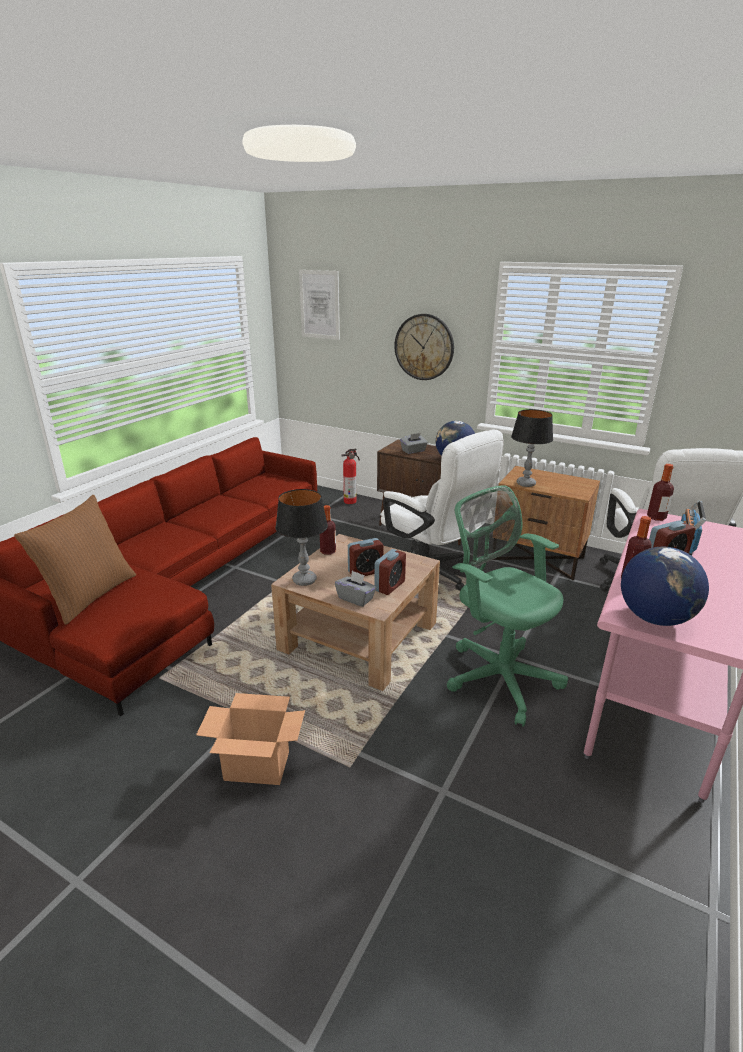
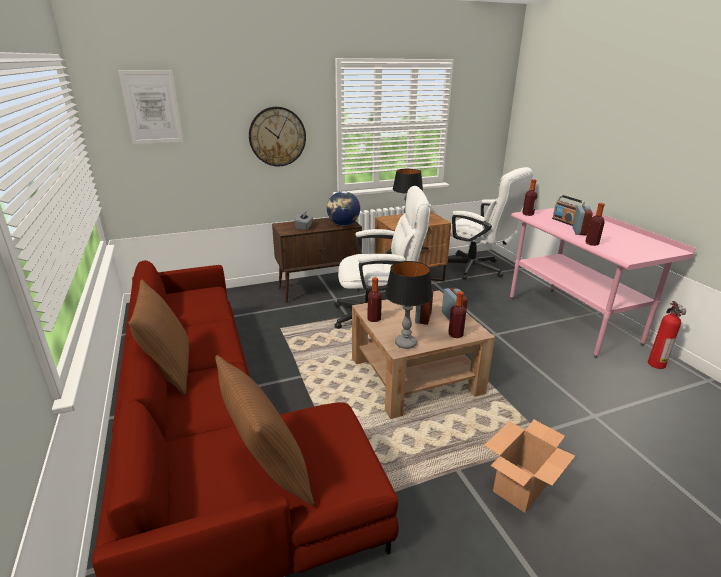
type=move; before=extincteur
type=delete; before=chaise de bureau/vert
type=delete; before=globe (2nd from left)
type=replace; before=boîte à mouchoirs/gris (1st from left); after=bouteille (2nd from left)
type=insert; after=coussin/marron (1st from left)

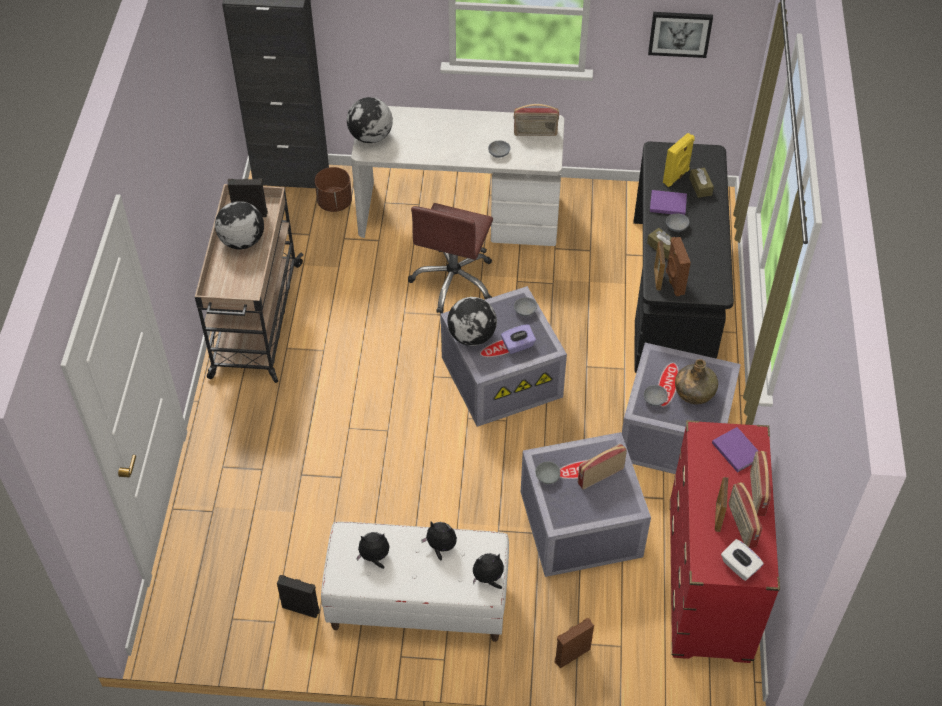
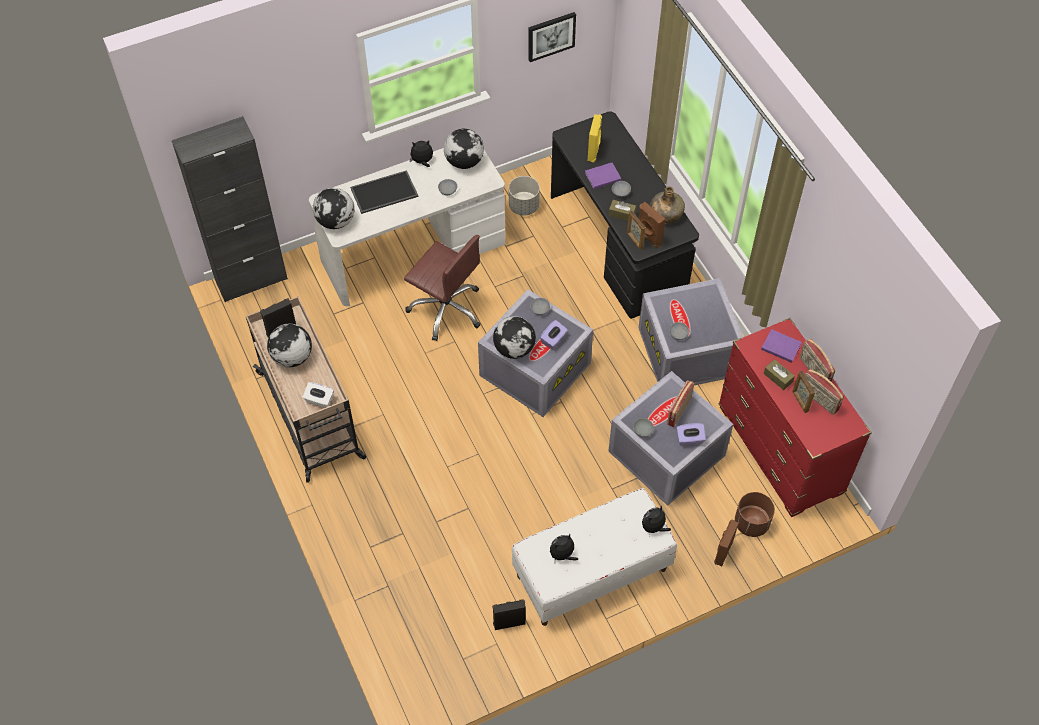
type=replace; before=radio (1st from left); after=globe (3rd from left)
type=move; before=cache-pot/marron
type=move; before=boîte à mouchoirs/marron (2nd from left)
type=rotate; before=chaise de bureau/marron; turn=-45
type=move; before=bouteille/vert
type=move; before=peluche (2nd from left in the first image); after=peluche (1st from left)
type=move; before=boîte à mouchoirs/blanc
type=insert; after=plateau
type=insert; after=cache-pot/gris
type=insert; after=boîte à mouchoirs/violet (2nd from left)

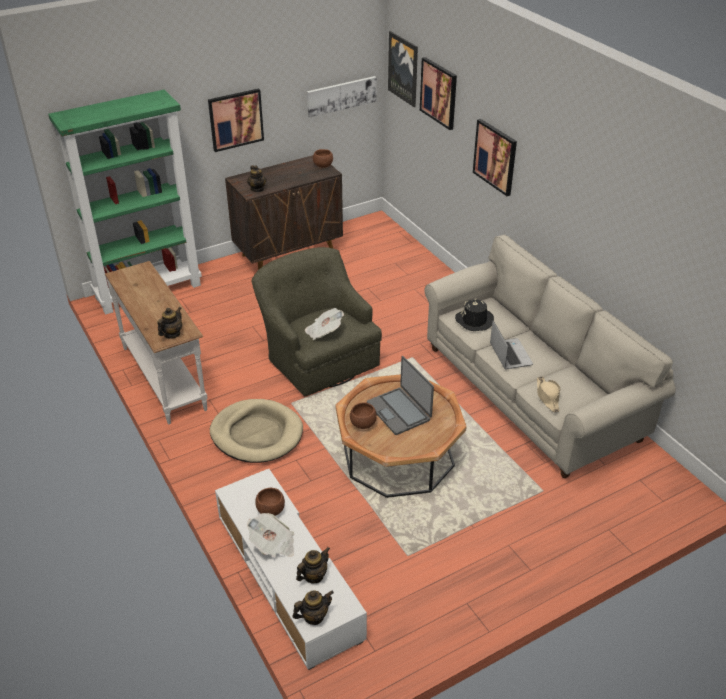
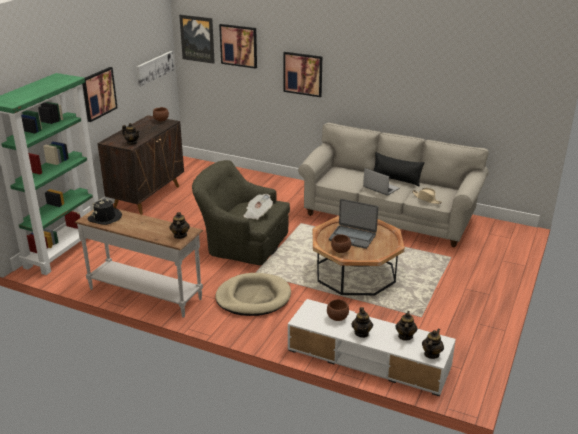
type=move; before=chapeau/noir
type=replace; before=journal (1st from left); after=théière (3rd from left)
type=insert; after=coussin/noir

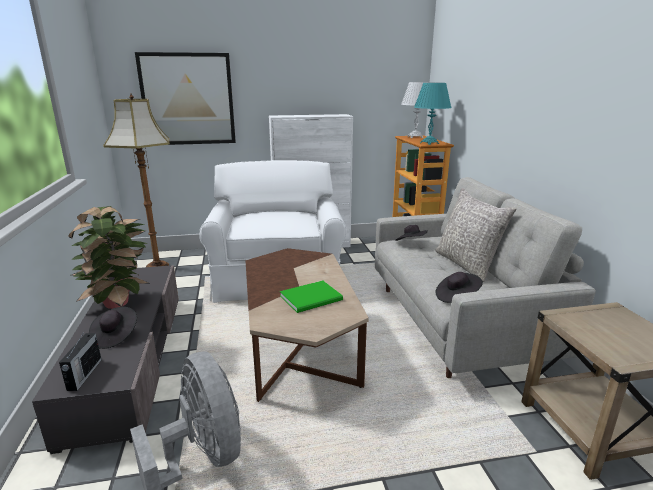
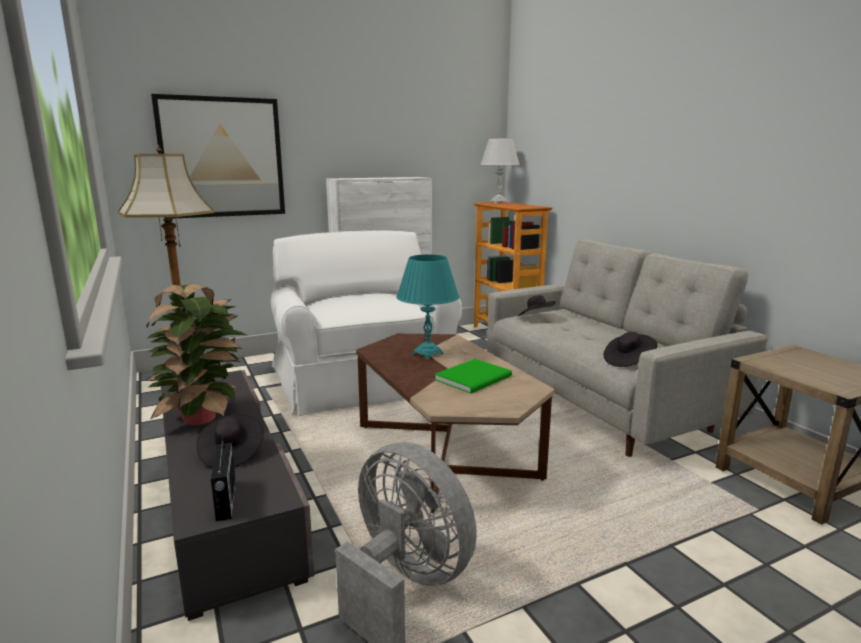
type=move; before=lampe de table/turquoise
type=delete; before=coussin/gris

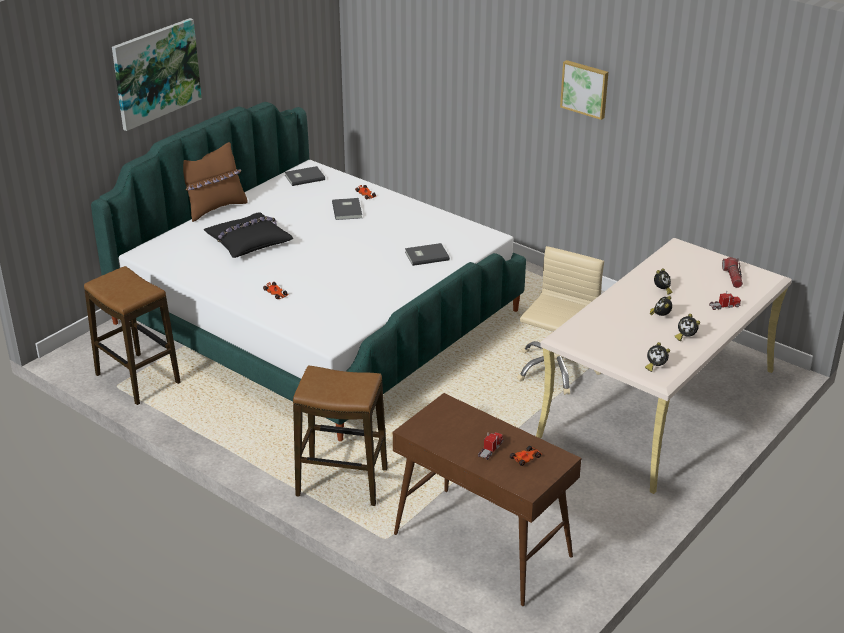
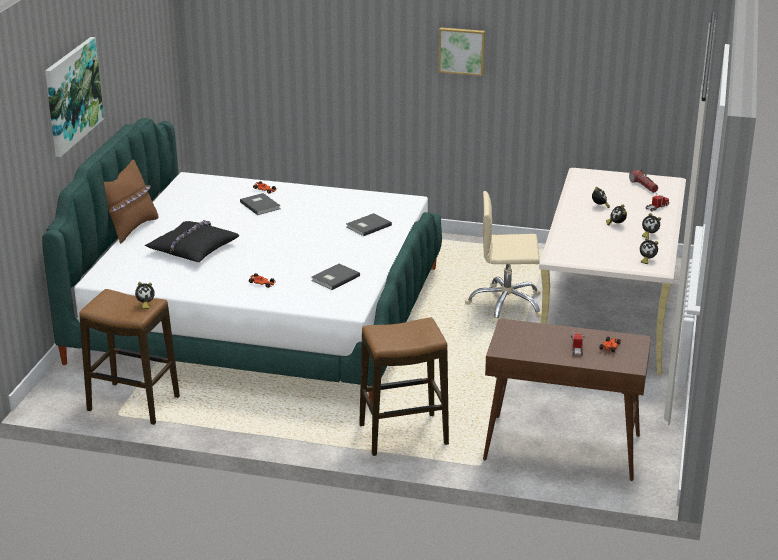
type=move; before=livre/gris (1st from left in the first image); after=livre/gris (2nd from left)
type=rotate; before=chaise de bureau/beige; turn=-90
type=insert; after=réveil (1st from left)

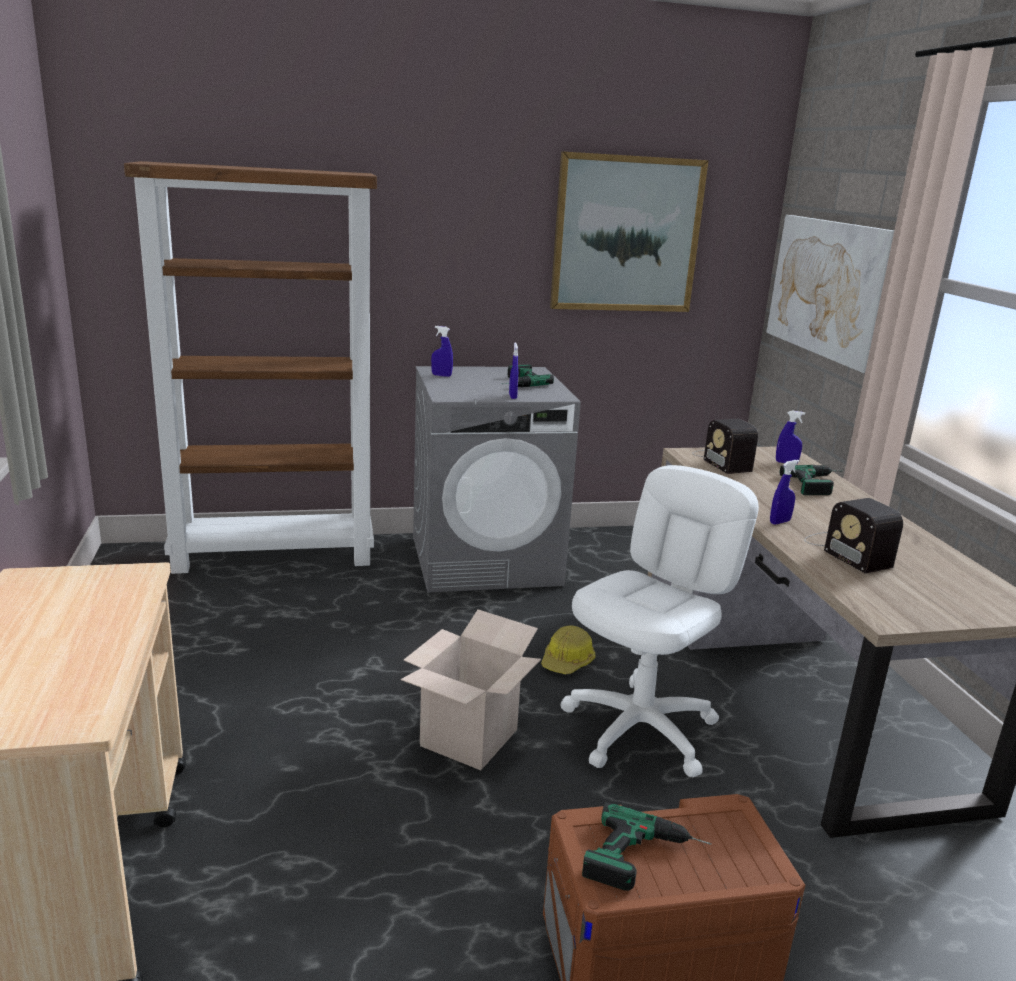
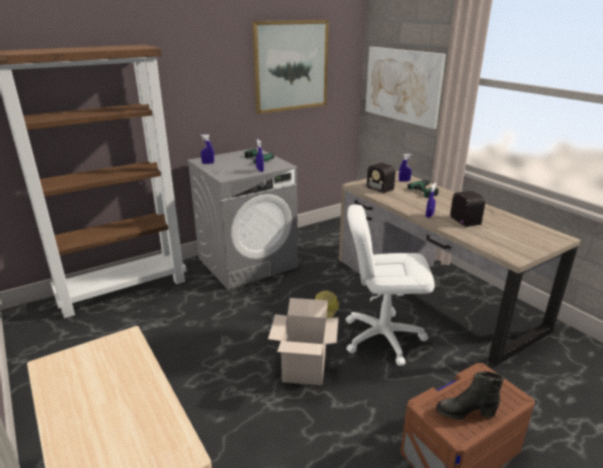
type=rotate; before=chaise de bureau/blanc; turn=-105
type=rotate; before=radio (2nd from left); turn=-150
type=replace; before=perceuse (2nd from left); after=botte/noir

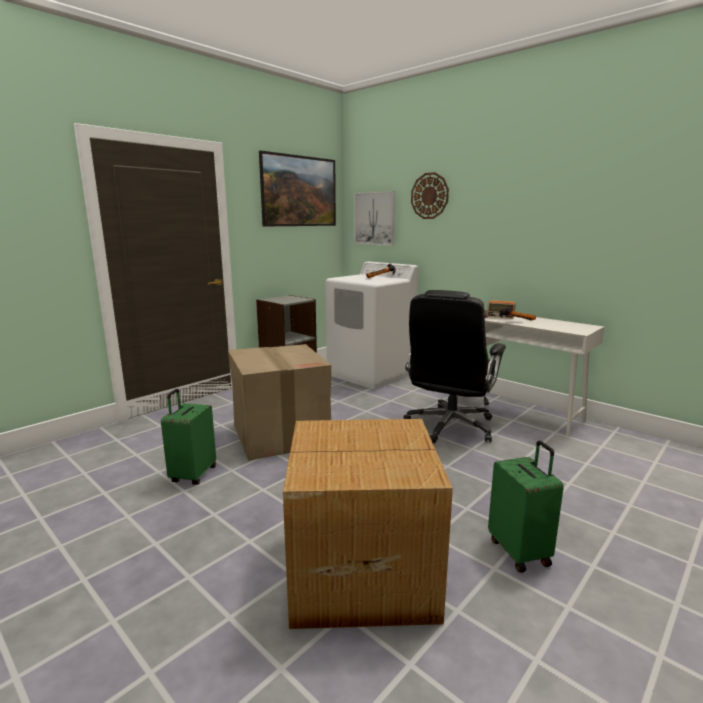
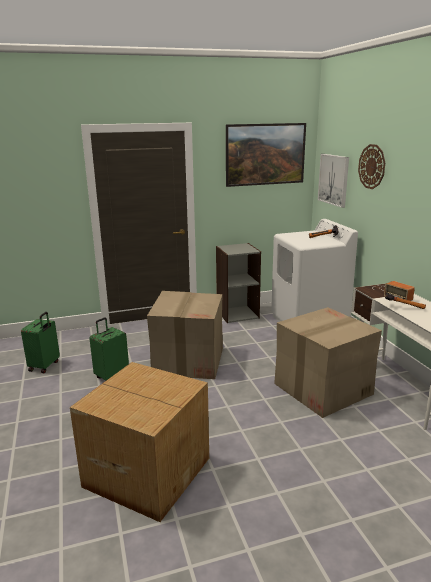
type=replace; before=chaise de bureau/noir; after=carton (3rd from left)
type=move; before=valise/vert (2nd from left in the first image); after=valise/vert (1st from left)

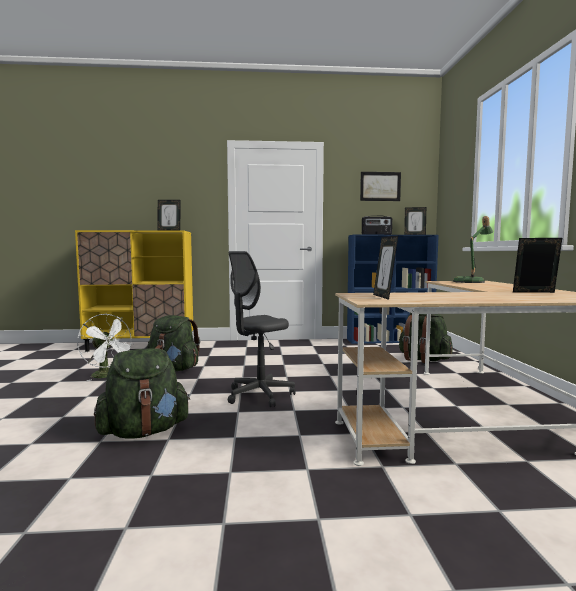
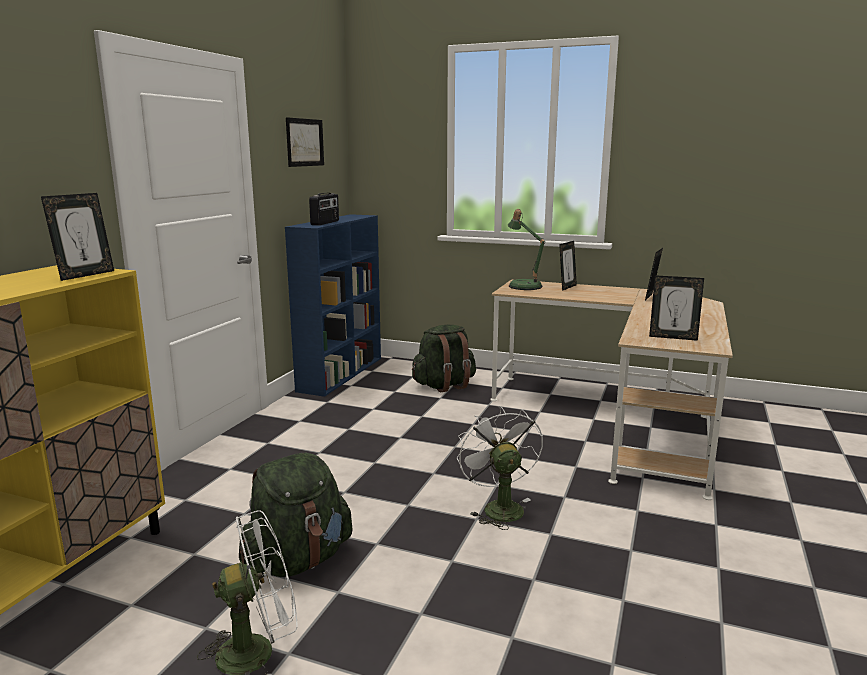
type=move; before=cadre photo (3rd from left in the first image); after=cadre photo (2nd from left)
type=replace; before=chaise de bureau/gris; after=ventilateur/blanc (2nd from left)
type=delete; before=sac à dos/vert (1st from left)

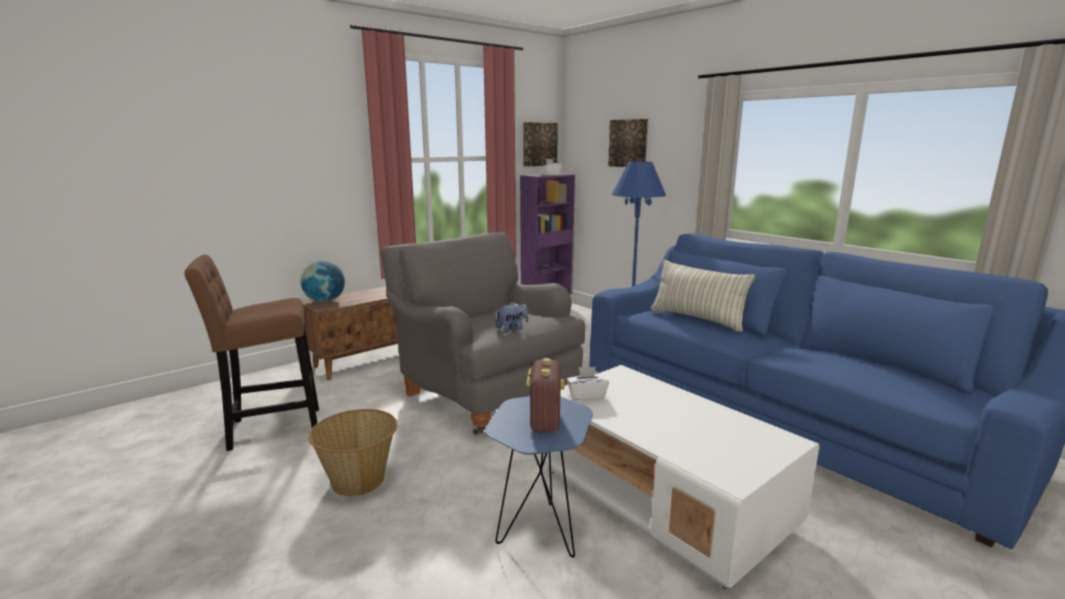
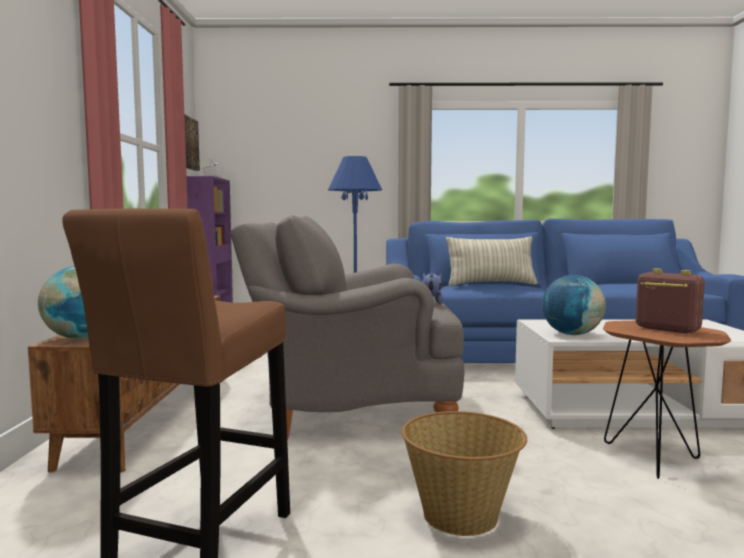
type=delete; before=tableau (2nd from left)
type=replace; before=boîte à mouchoirs/blanc (2nd from left); after=globe (2nd from left)
type=recolor; before=table d'appoint/bleu; after=table d'appoint/marron

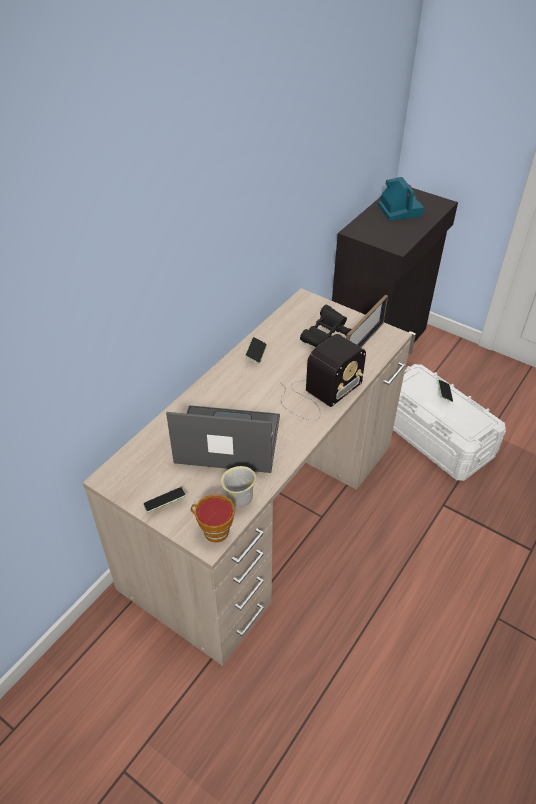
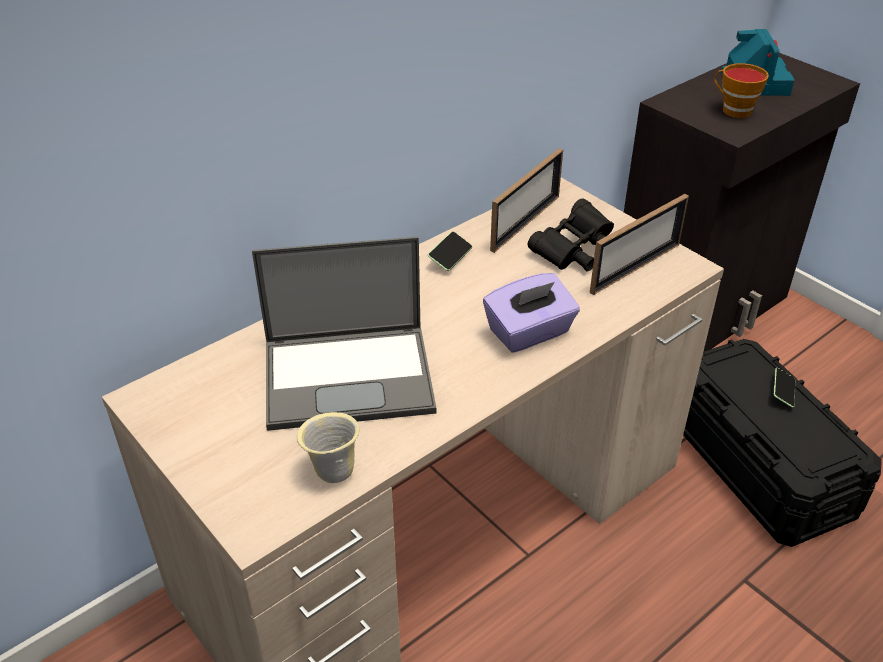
type=replace; before=radio; after=boîte à mouchoirs/violet
type=recolor; before=boîte de rangement/blanc; after=boîte de rangement/noir
type=rotate; before=ordinateur portable; turn=150
type=delete; before=téléphone (1st from left)
type=move; before=tasse
type=insert; after=cadre photo (1st from left)

